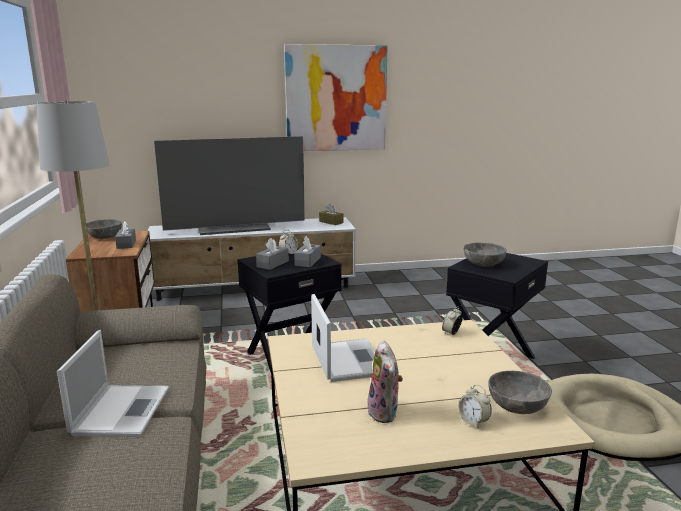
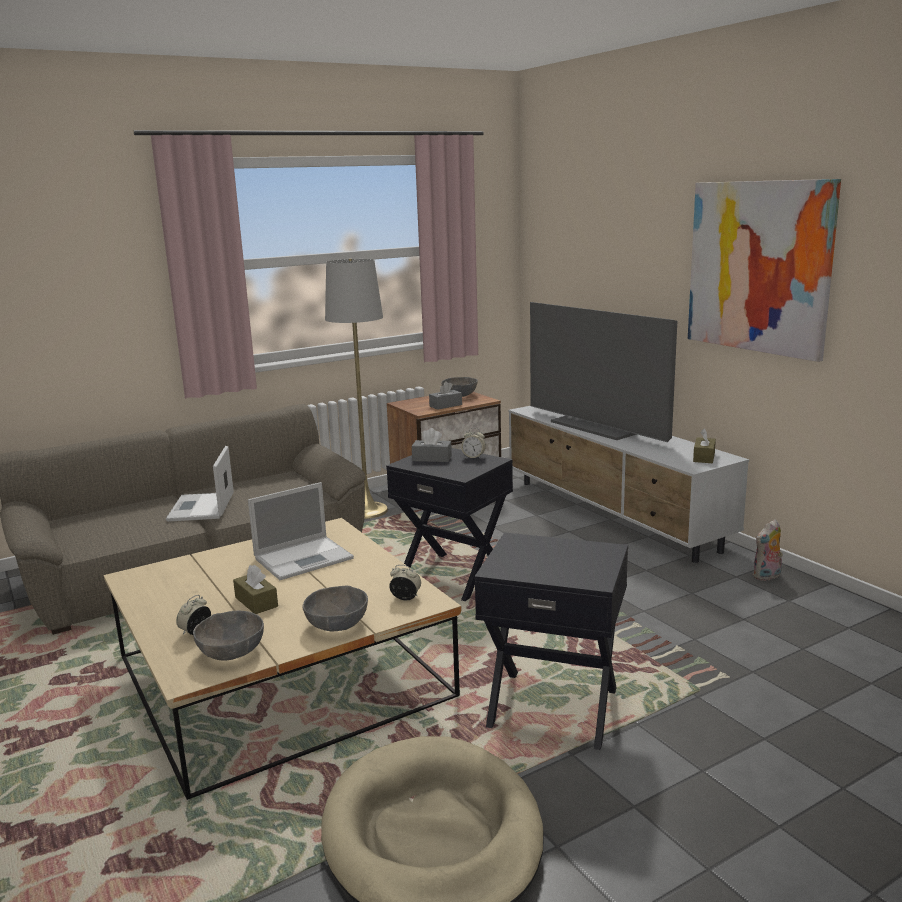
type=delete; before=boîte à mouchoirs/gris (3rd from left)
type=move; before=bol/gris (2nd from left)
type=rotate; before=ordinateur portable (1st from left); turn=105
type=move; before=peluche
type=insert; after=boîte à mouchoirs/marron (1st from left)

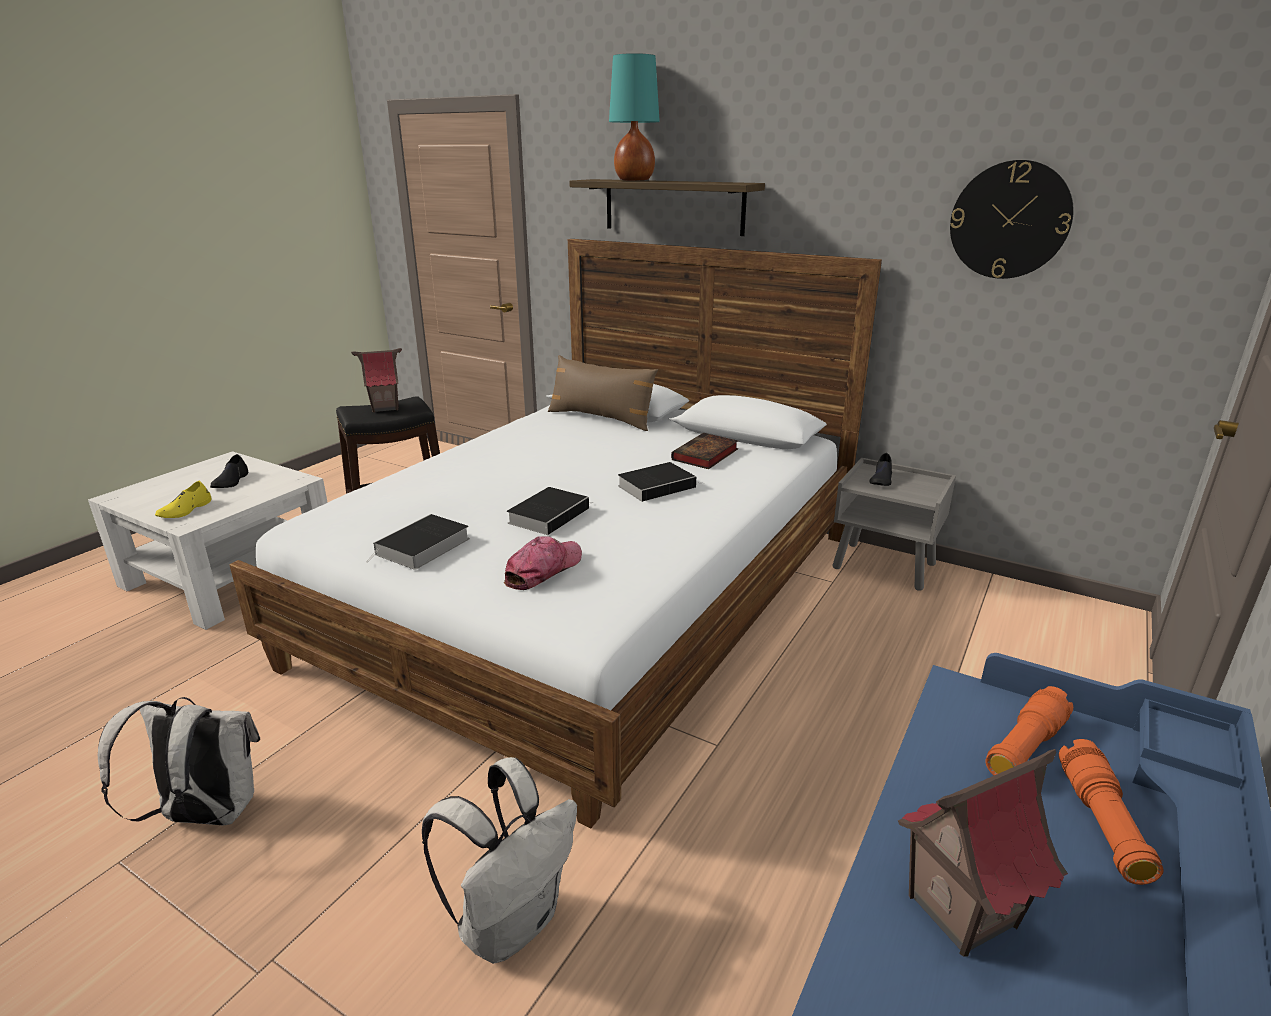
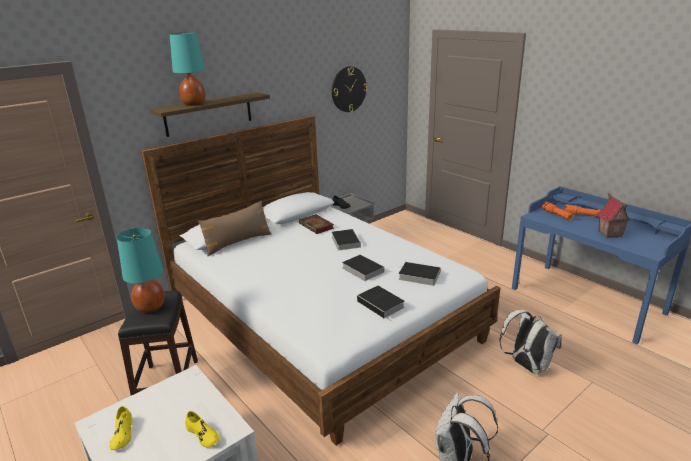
type=replace; before=maison miniature (1st from left); after=lampe de table/turquoise (1st from left)
type=delete; before=chaussure/noir (1st from left)
type=replace; before=casquette; after=livre (5th from left)
type=insert; after=chaussure/jaune (1st from left)

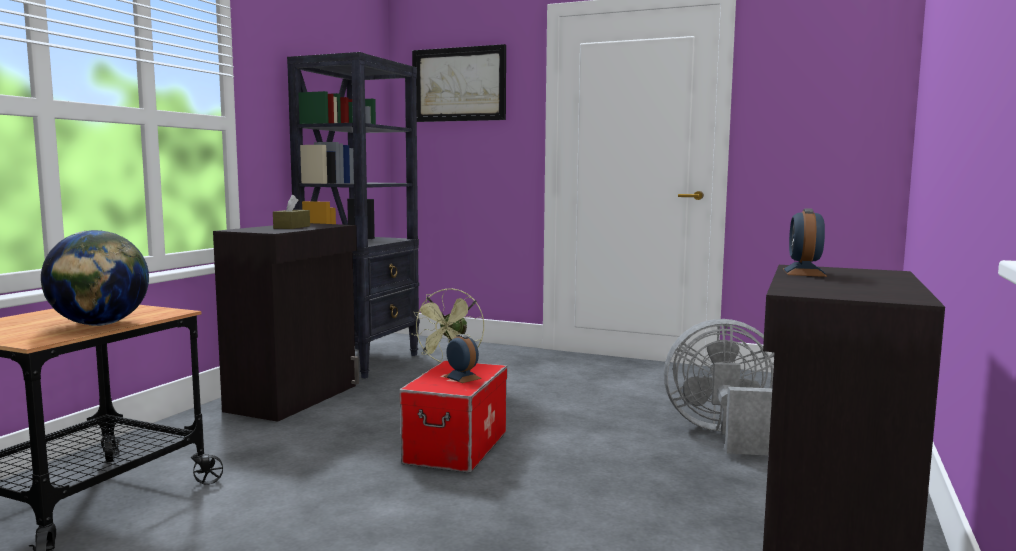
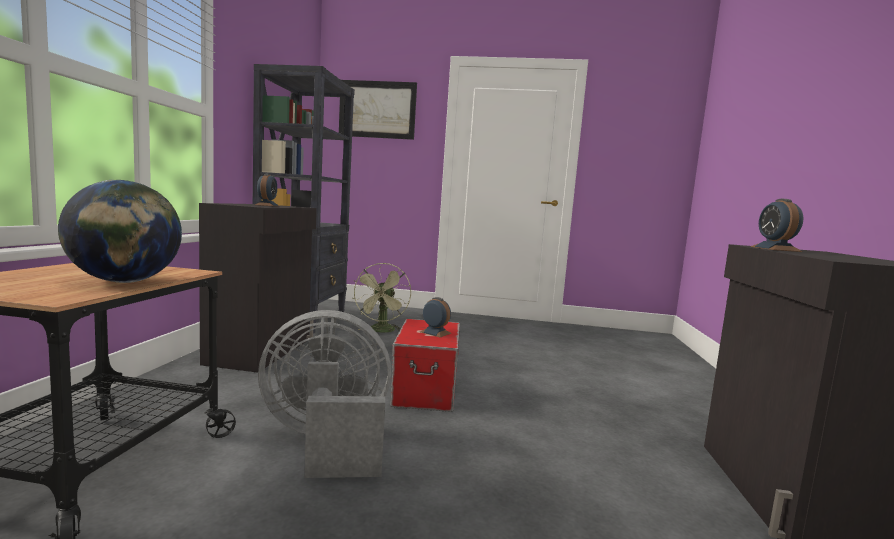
type=replace; before=boîte à mouchoirs/marron; after=réveil (1st from left)
type=move; before=ventilateur/gris

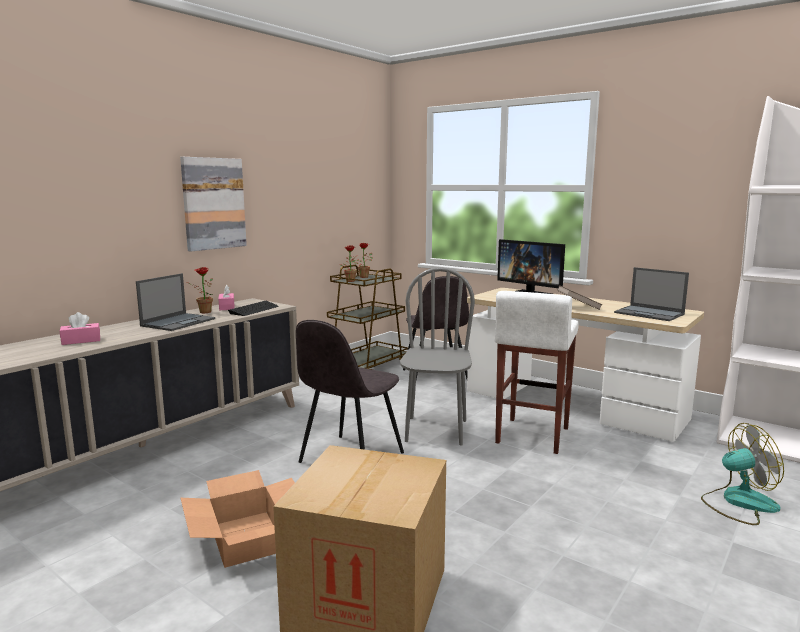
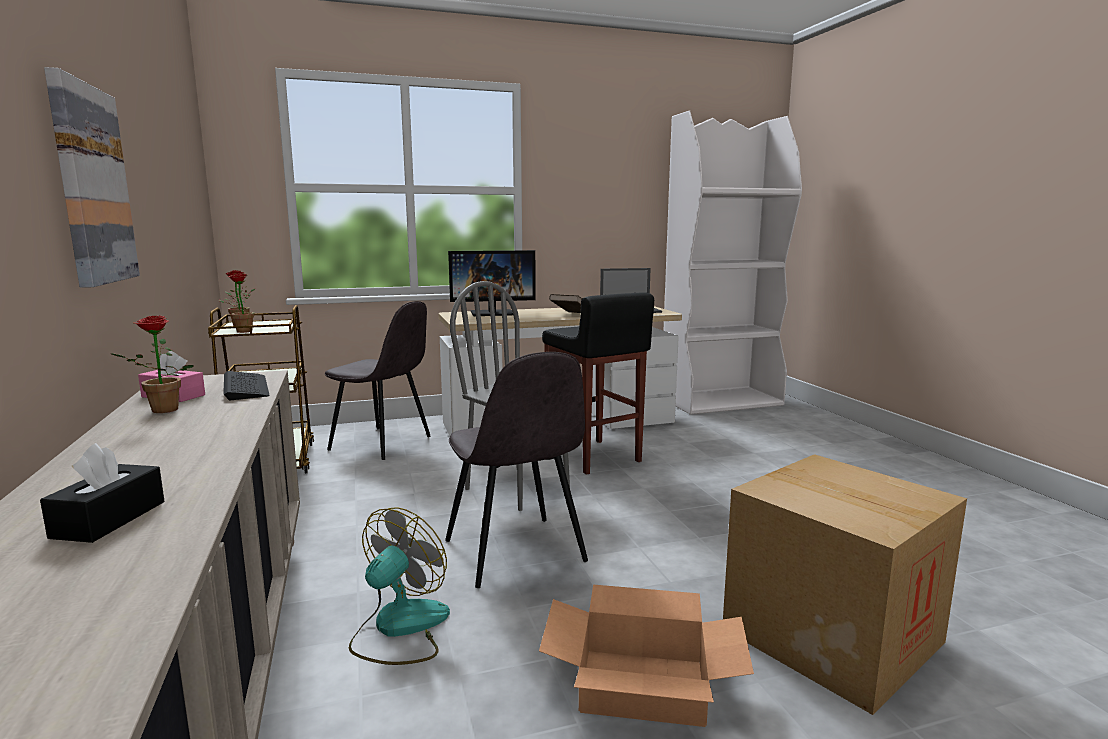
type=delete; before=ordinateur portable (1st from left)
type=recolor; before=tabouret/blanc; after=tabouret/noir
type=recolor; before=boîte à mouchoirs/rose (1st from left); after=boîte à mouchoirs/noir
type=move; before=ventilateur

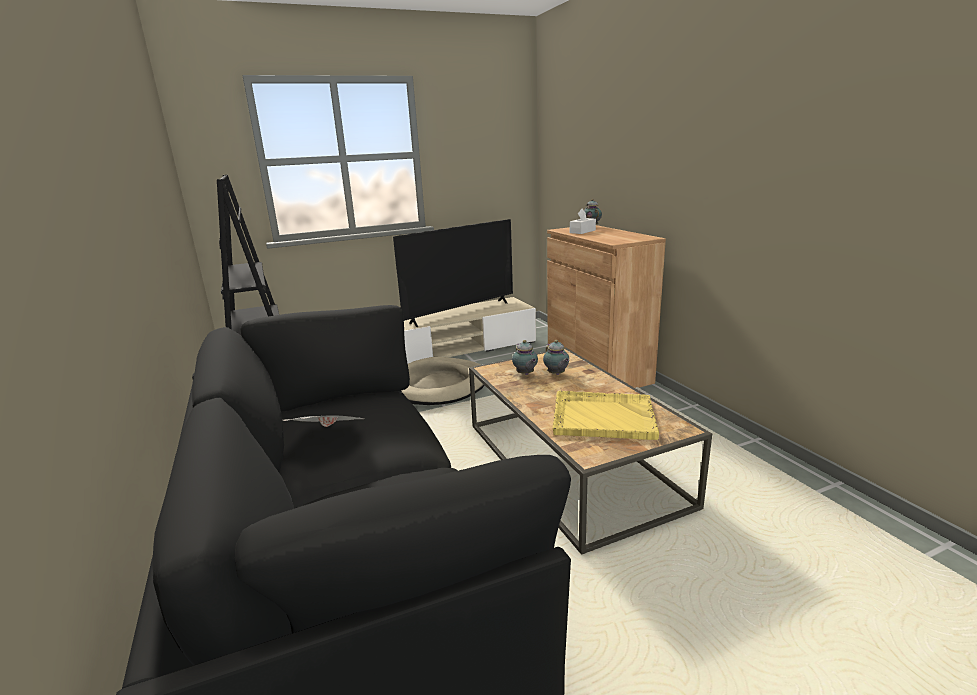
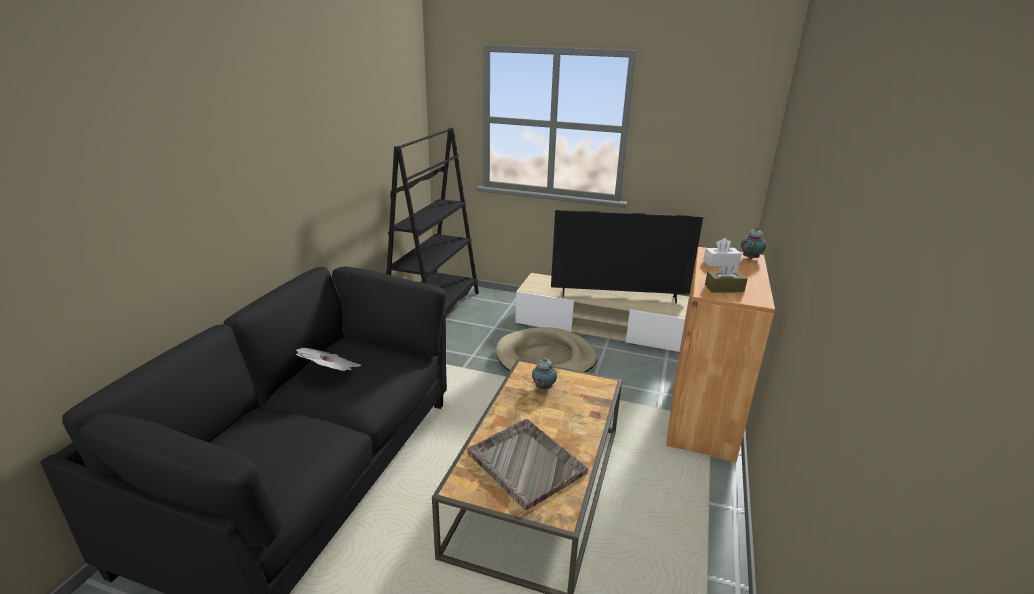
type=delete; before=théière (2nd from left)
type=recolor; before=plateau/jaune; after=plateau/gris
type=insert; after=boîte à mouchoirs/marron

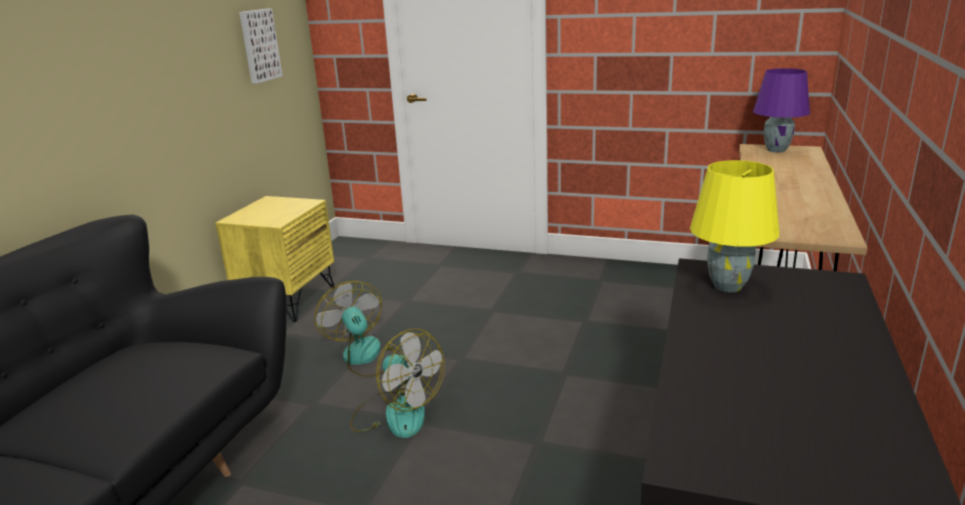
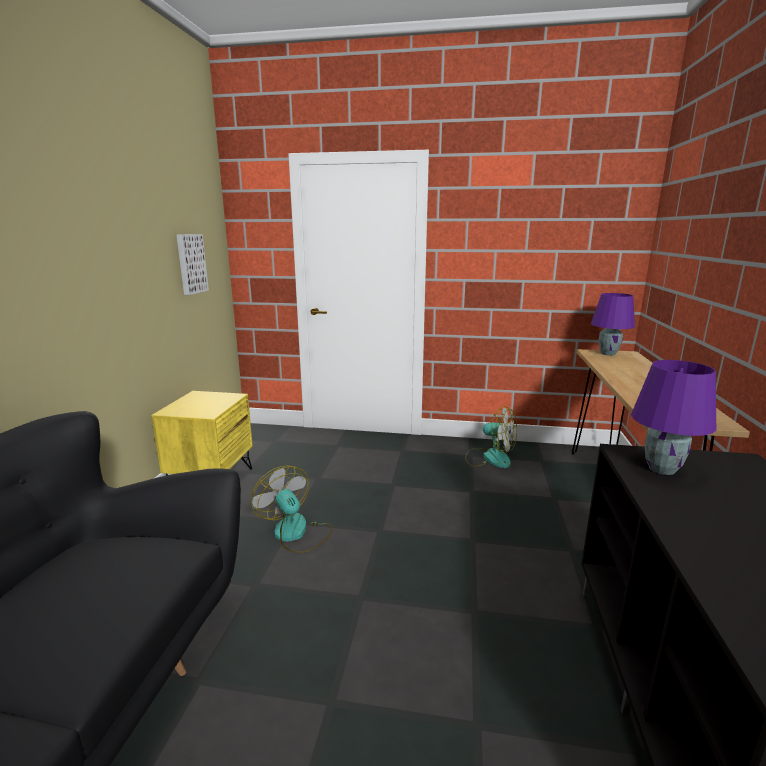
type=recolor; before=lampe de table/jaune; after=lampe de table/violet (2nd from left)
type=move; before=ventilateur (2nd from left)

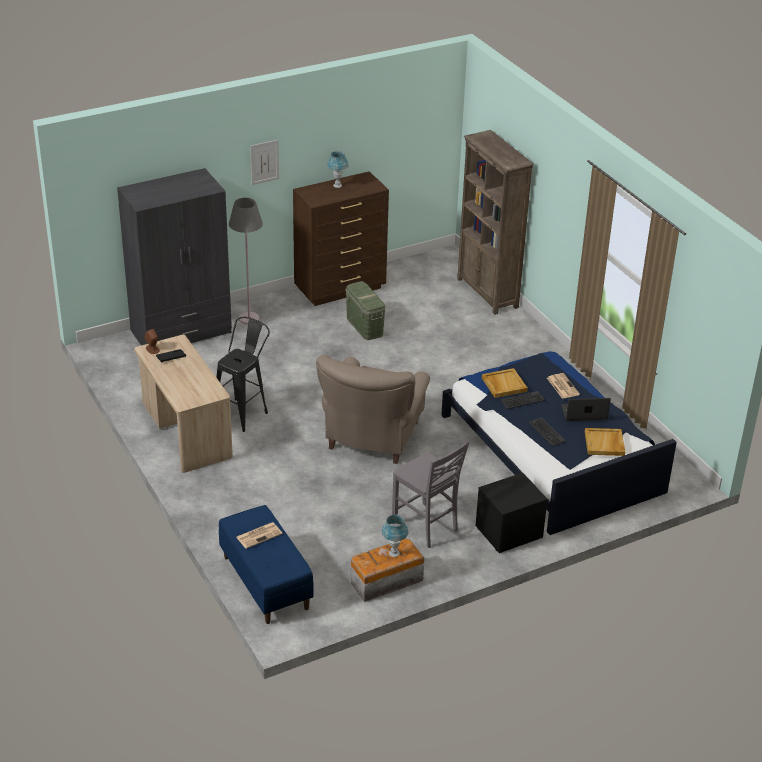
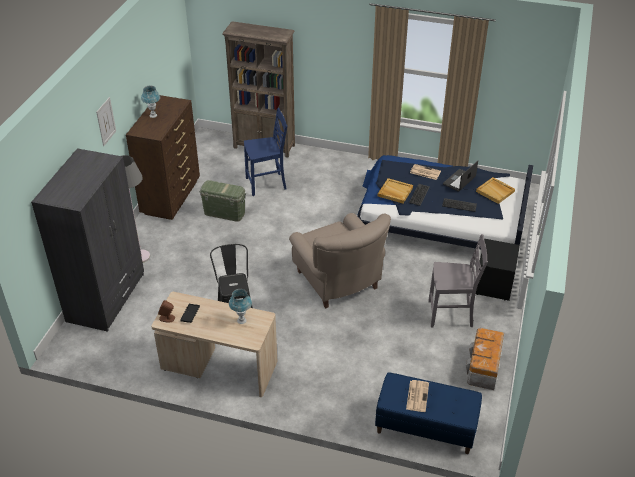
type=move; before=lampe de table/bleu (2nd from left)
type=insert; after=chaise/bleu

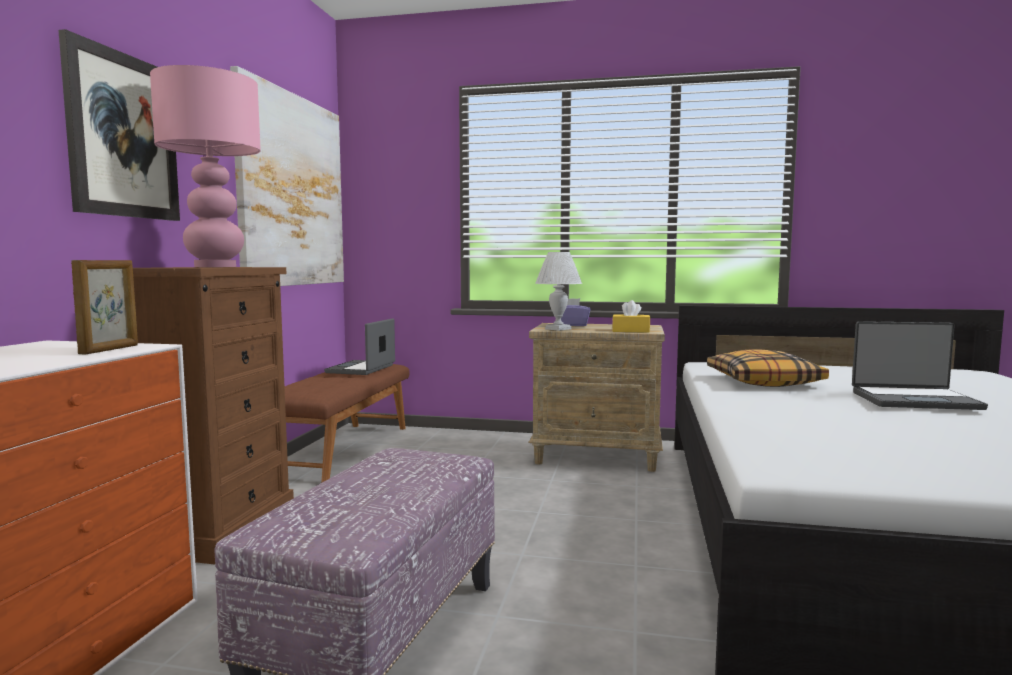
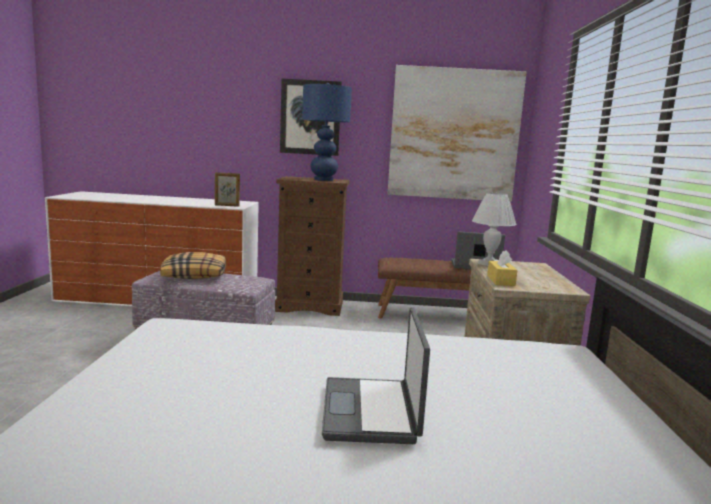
type=recolor; before=lampe de table/rose; after=lampe de table/bleu
type=delete; before=boîte à mouchoirs/violet
type=move; before=coussin

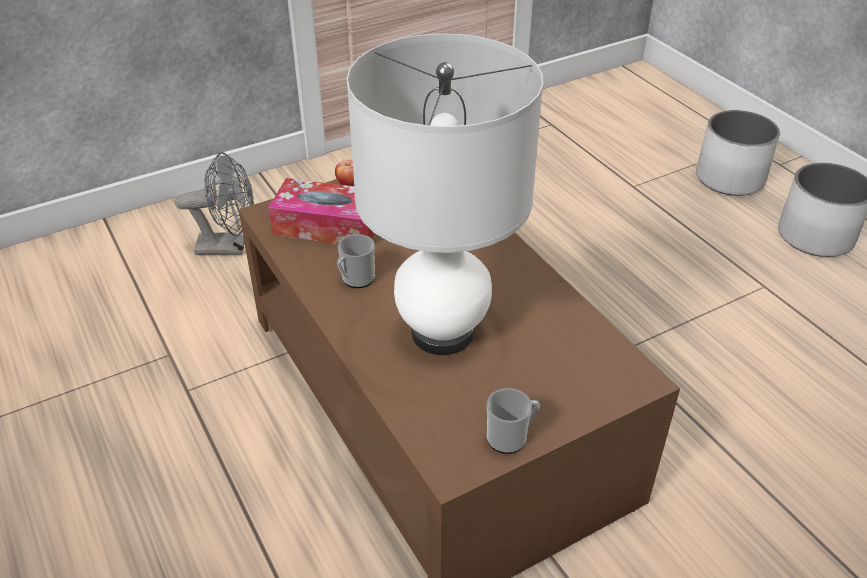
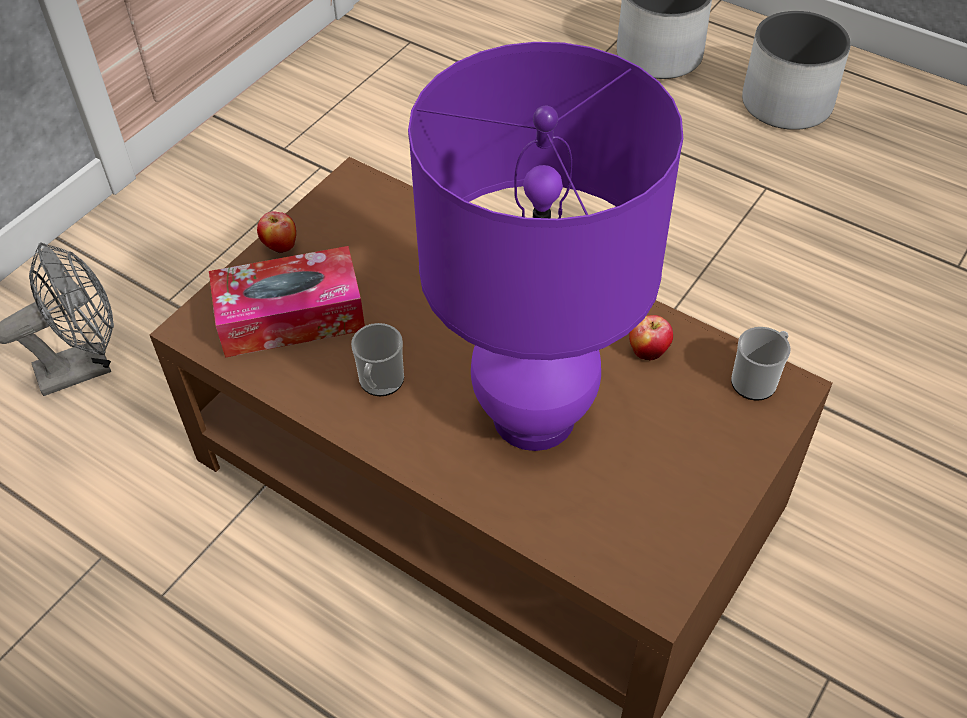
type=recolor; before=lampe de table/blanc; after=lampe de table/violet
type=move; before=mug (2nd from left)
type=insert; after=pomme (2nd from left)

